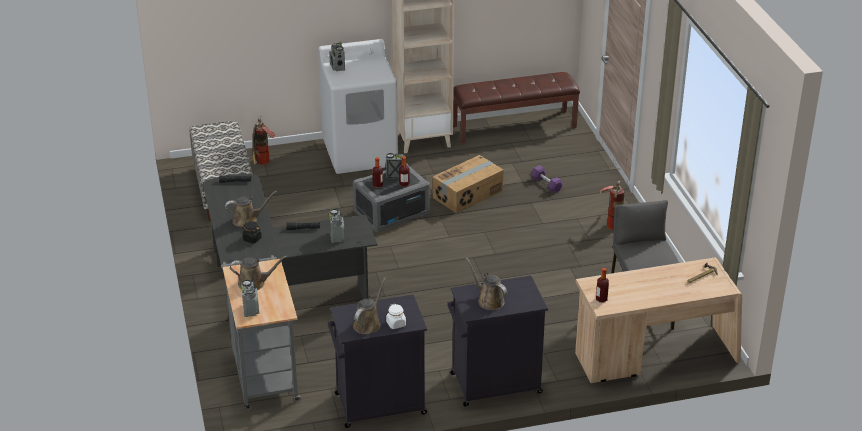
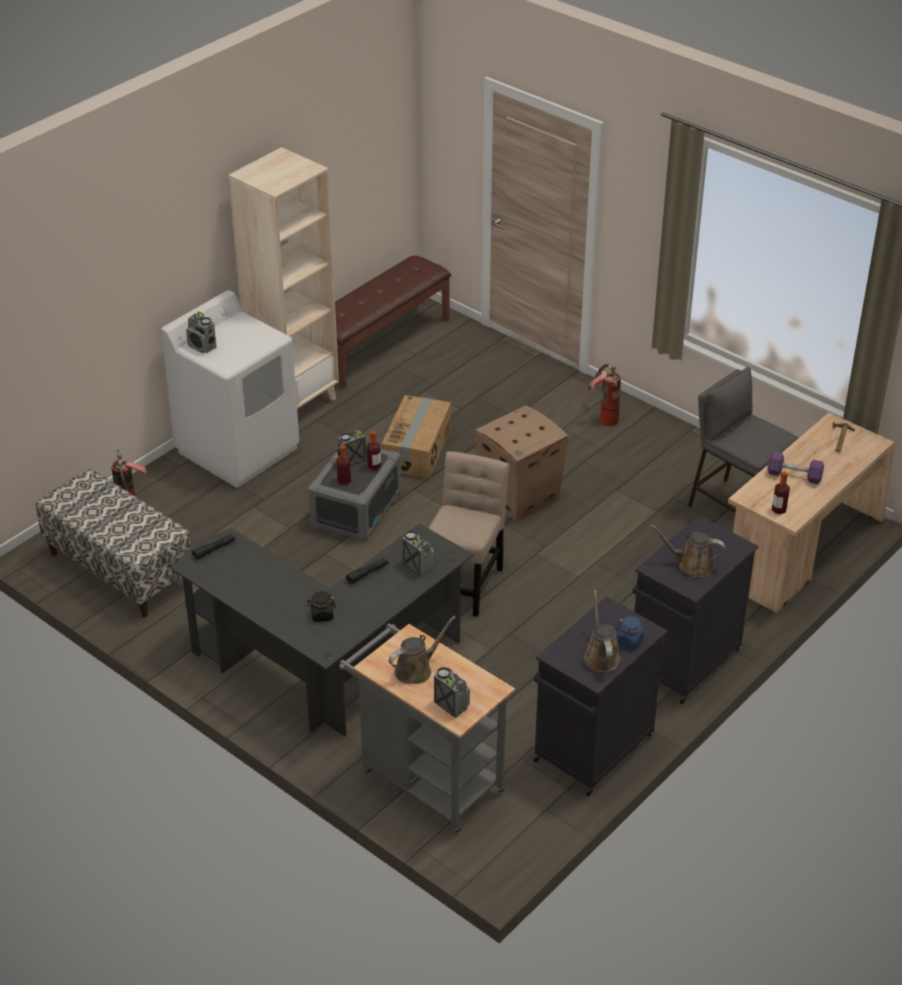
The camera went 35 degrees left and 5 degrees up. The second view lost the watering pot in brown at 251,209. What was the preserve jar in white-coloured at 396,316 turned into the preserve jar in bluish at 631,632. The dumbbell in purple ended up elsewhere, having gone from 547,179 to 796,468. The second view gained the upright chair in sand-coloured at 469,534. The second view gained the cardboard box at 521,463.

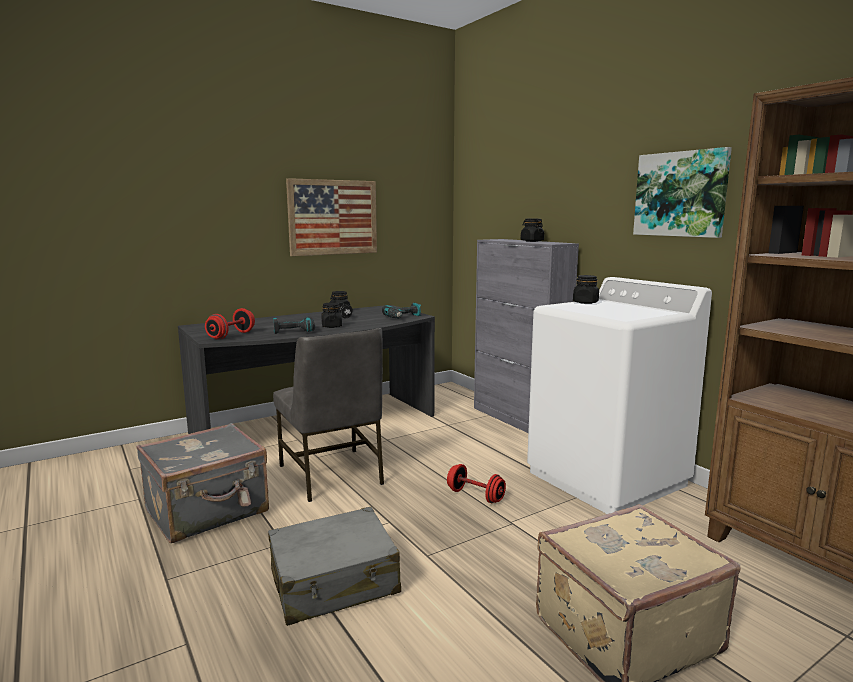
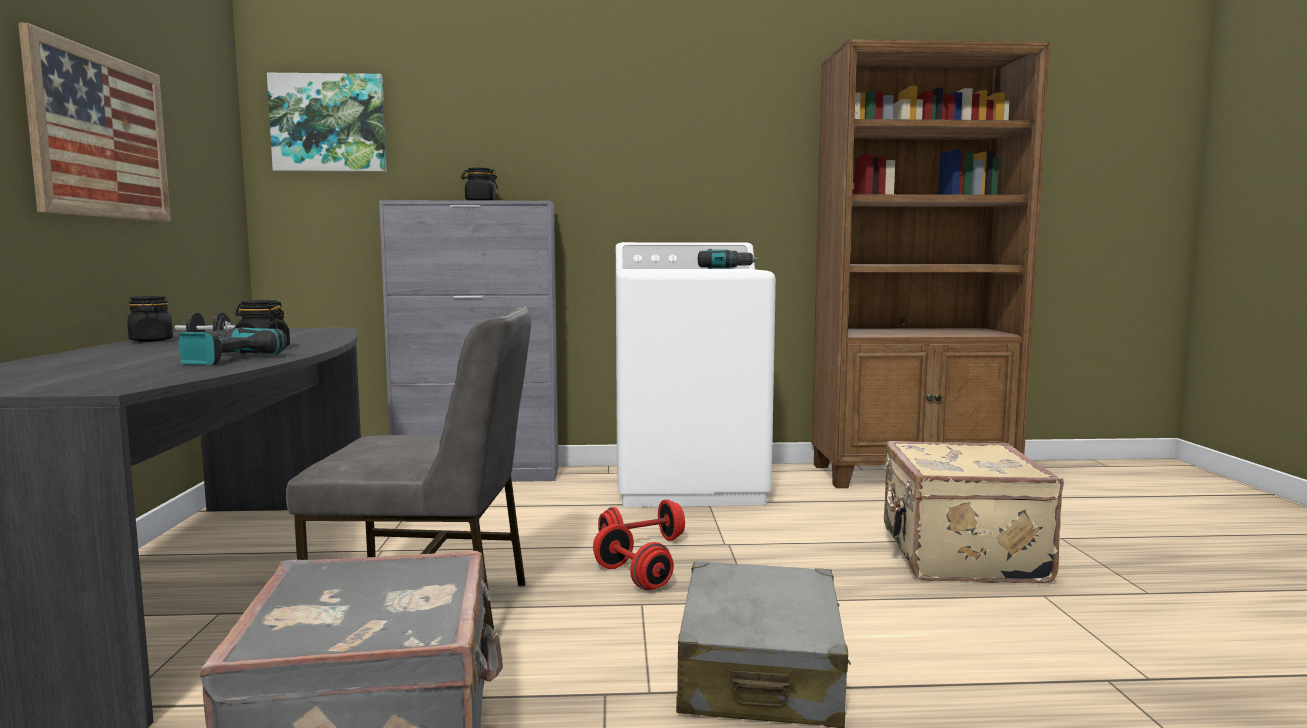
The camera went 60 degrees left and 5 degrees down. The dumbbell in red ended up elsewhere, having gone from 230,324 to 633,557. The drill ended up elsewhere, having gone from 401,310 to 728,259. The second view lost the preserve jar in blackish at 586,289. The picture ended up elsewhere, having gone from 682,192 to 327,122.

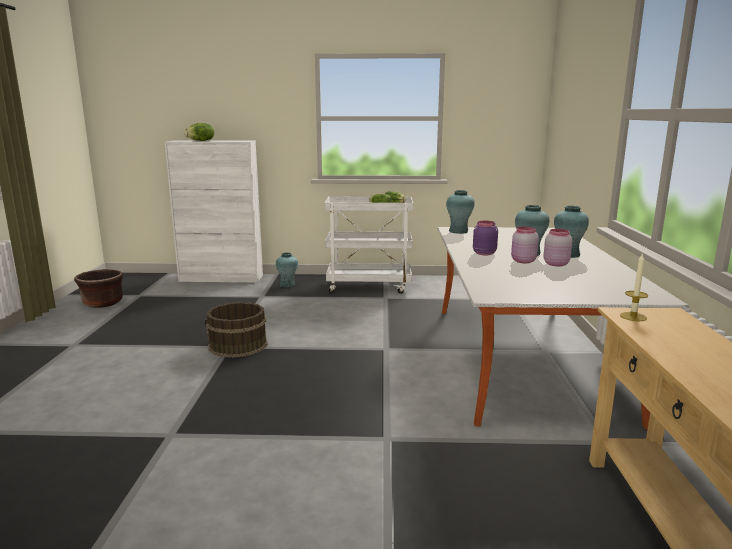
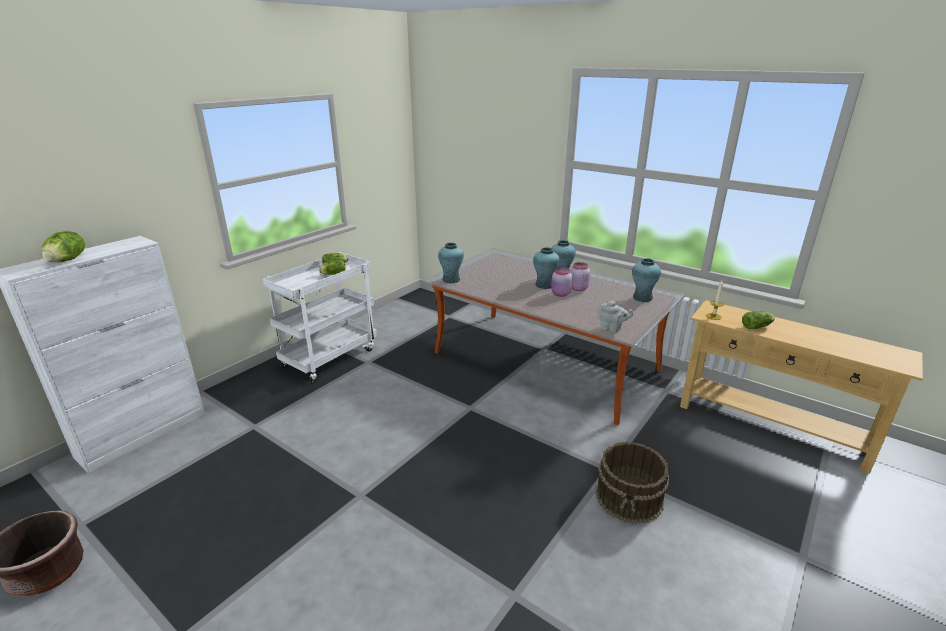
The camera went 55 degrees left and 10 degrees up. The water bucket in brown ended up elsewhere, having gone from 236,330 to 632,483. The flower vase in blue-green ended up elsewhere, having gone from 287,270 to 646,280. The second view lost the preserve jar in purple at 485,238. The second view gained the pot for tea in gray at 616,316. The second view gained the lettuce head at 758,320.

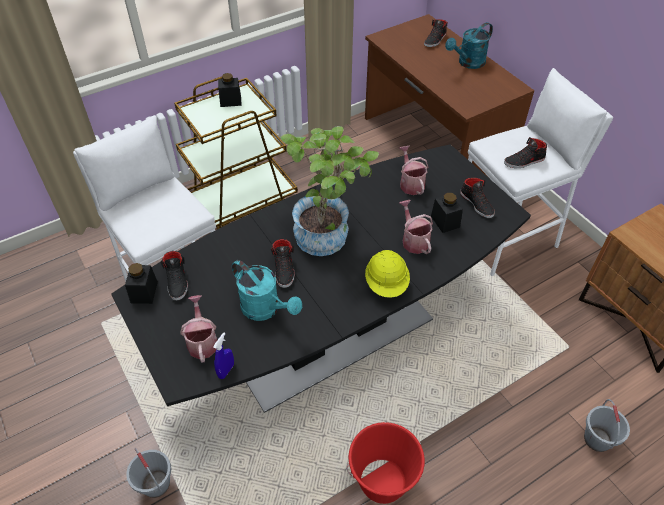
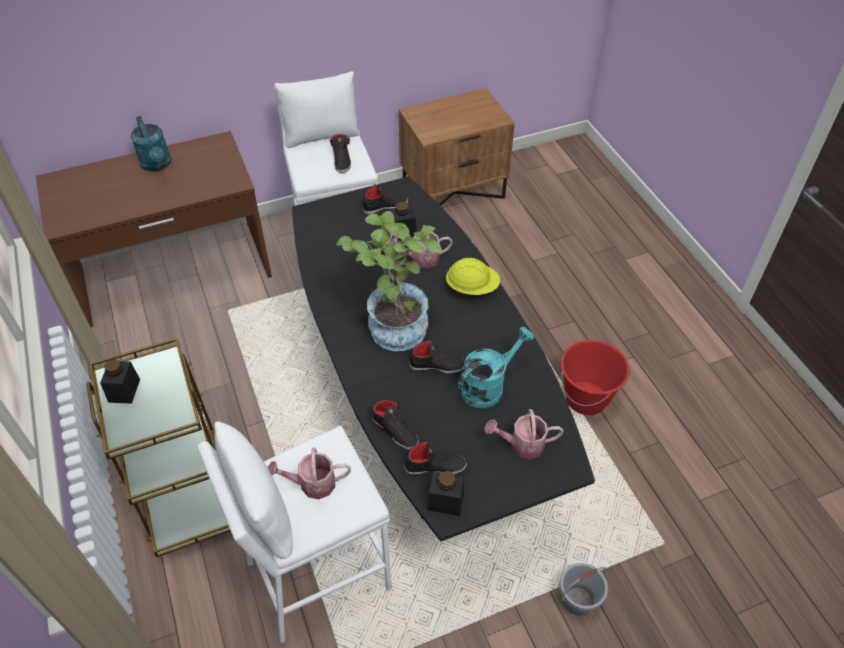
The camera went 80 degrees left and 0 degrees up. The second view lost the hand sprayer in bluish at 223,355. The watering pot ended up elsewhere, having gone from 413,170 to 309,473. The shoe in blackish ended up elsewhere, having gone from 436,33 to 395,425. The second view lost the water bucket in gray at 607,425.

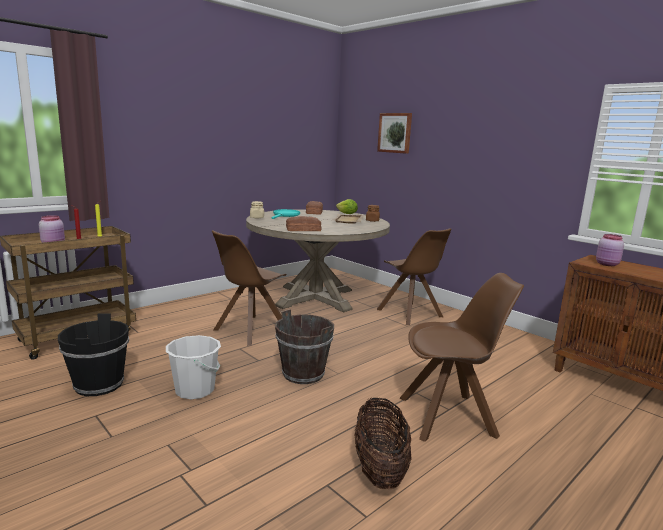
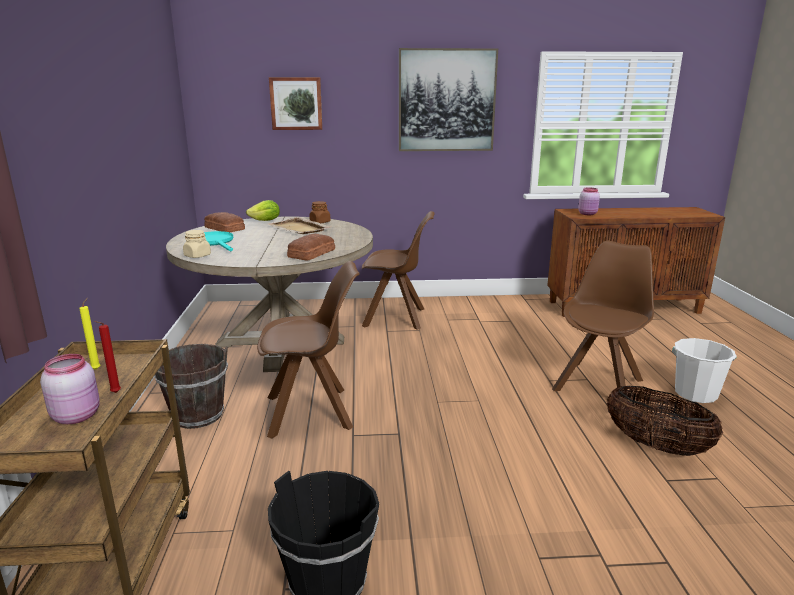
The camera went 50 degrees left and 5 degrees up. The water bucket in white-coloured ended up elsewhere, having gone from 193,367 to 704,370. The upright chair in brown at 249,288 ended up facing another way, 90 degrees counterclockwise from before. The water bucket in brown ended up elsewhere, having gone from 304,347 to 191,386. The second view gained the picture at 448,99.

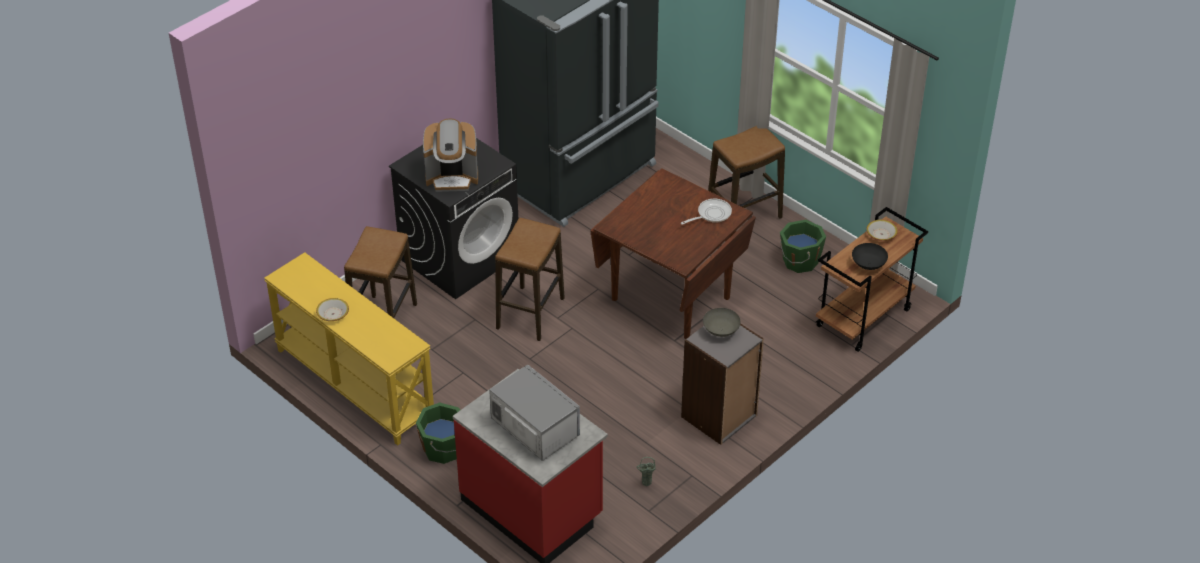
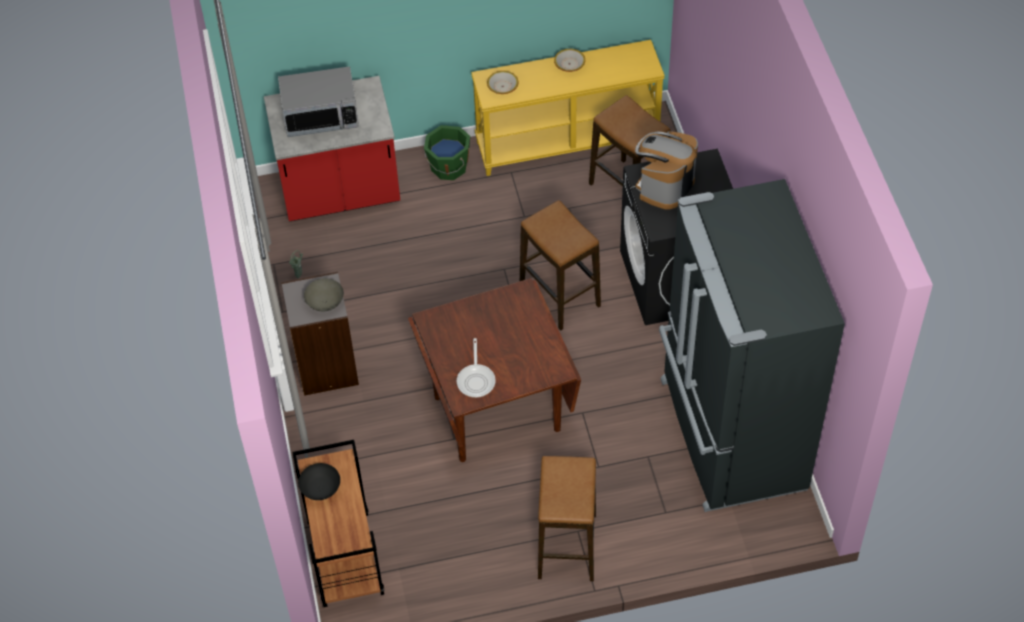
The camera went 125 degrees right and 10 degrees up. The second view lost the water bucket in greenish at 803,246. The serving bowl ended up elsewhere, having gone from 881,230 to 503,82.

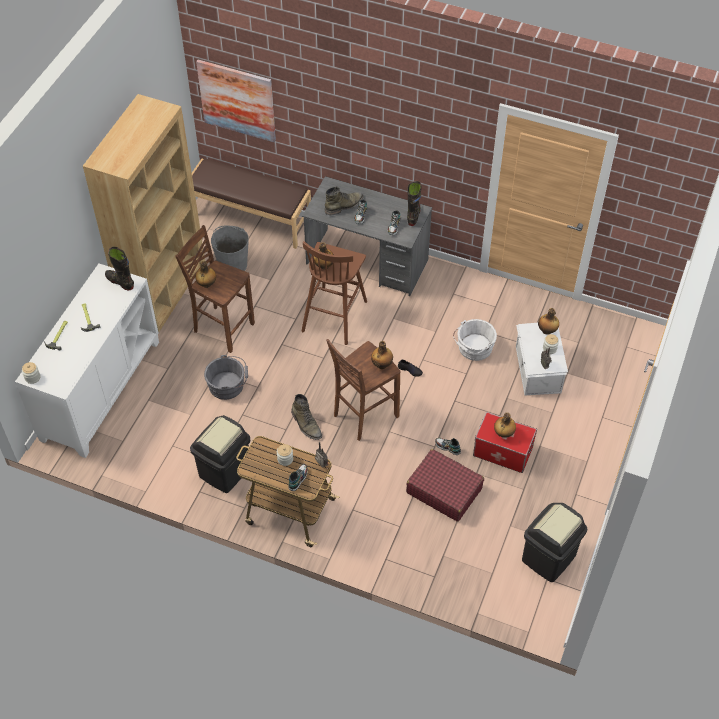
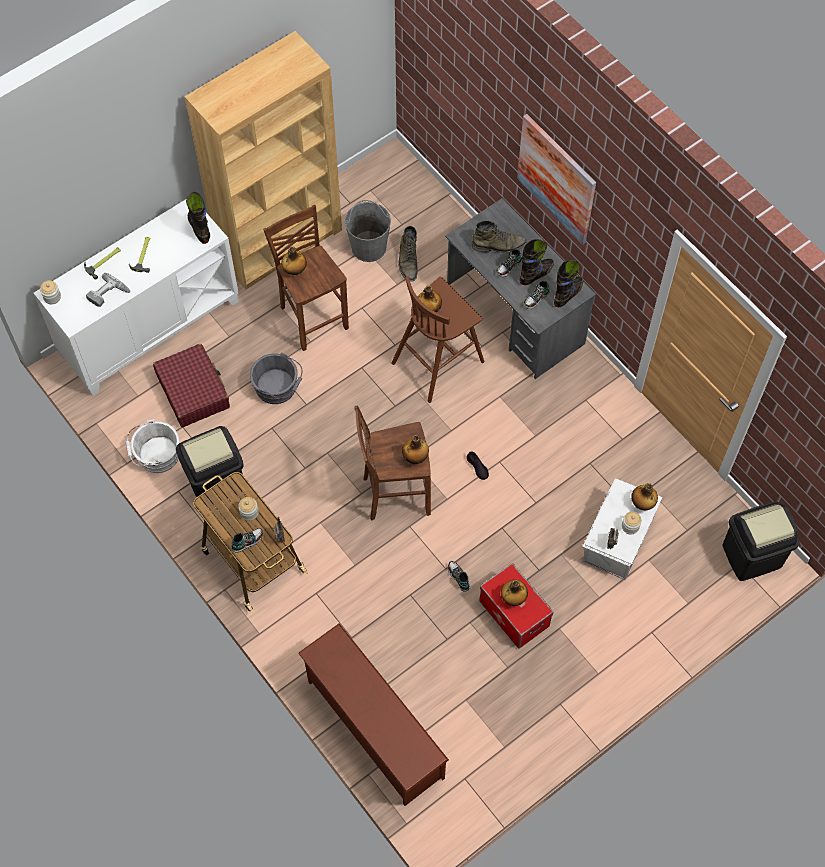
The camera went 30 degrees right and 10 degrees up. The second view lost the indoor bench in brown at 251,203. The picture ended up elsewhere, having gone from 236,100 to 556,179. The tall boot in greenish ended up elsewhere, having gone from 306,417 to 408,254. The travel case in red ended up elsewhere, having gone from 445,485 to 191,385. The water bucket in white-coloured ended up elsewhere, having gone from 475,340 to 152,446. The waste bin in blackish ended up elsewhere, having gone from 554,542 to 761,541. The second view gained the drill at 108,290. The second view gained the shoe shelf in brown at 373,714. The second view gained the tall boot in blackish at 537,262.

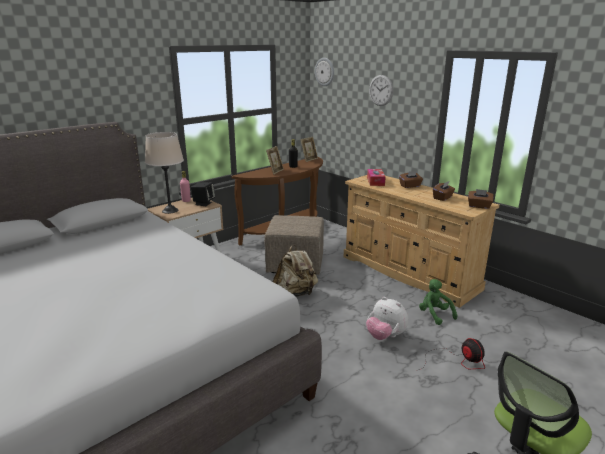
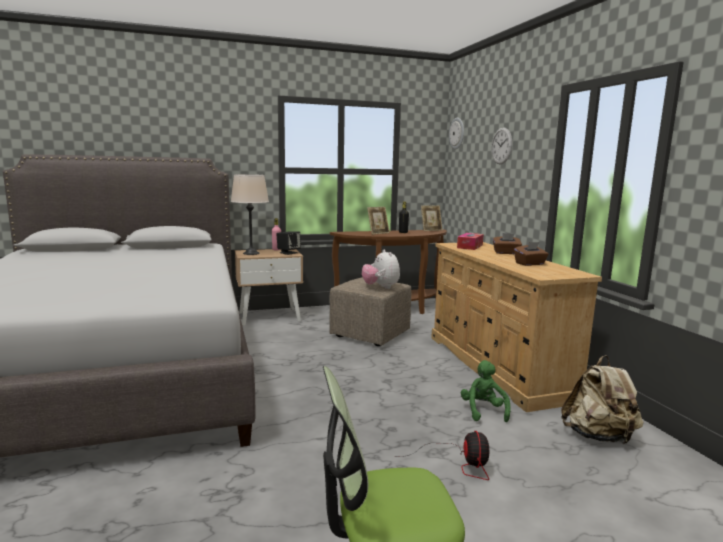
The camera went 25 degrees right and 10 degrees down. The rucksack in sand-coloured ended up elsewhere, having gone from 295,270 to 602,399. The soft toy ended up elsewhere, having gone from 387,318 to 381,269. The second view lost the tissue holder in brown at 481,199.

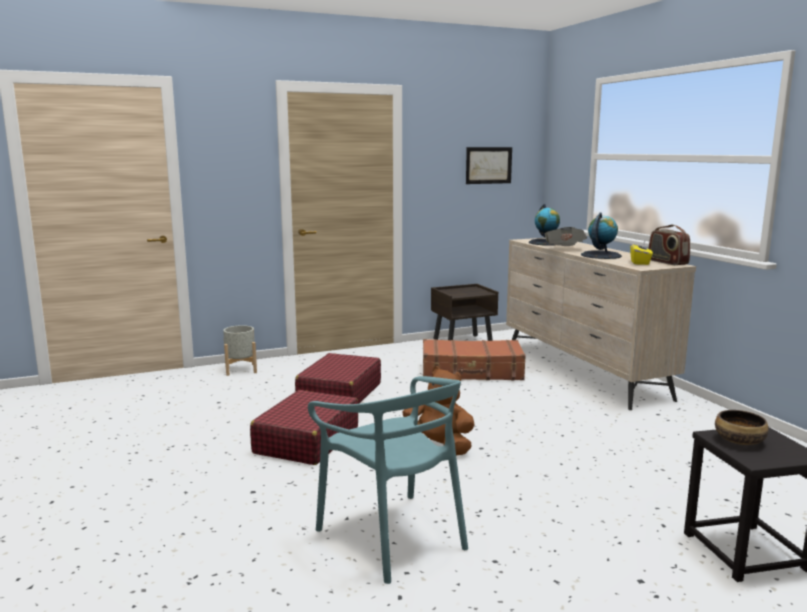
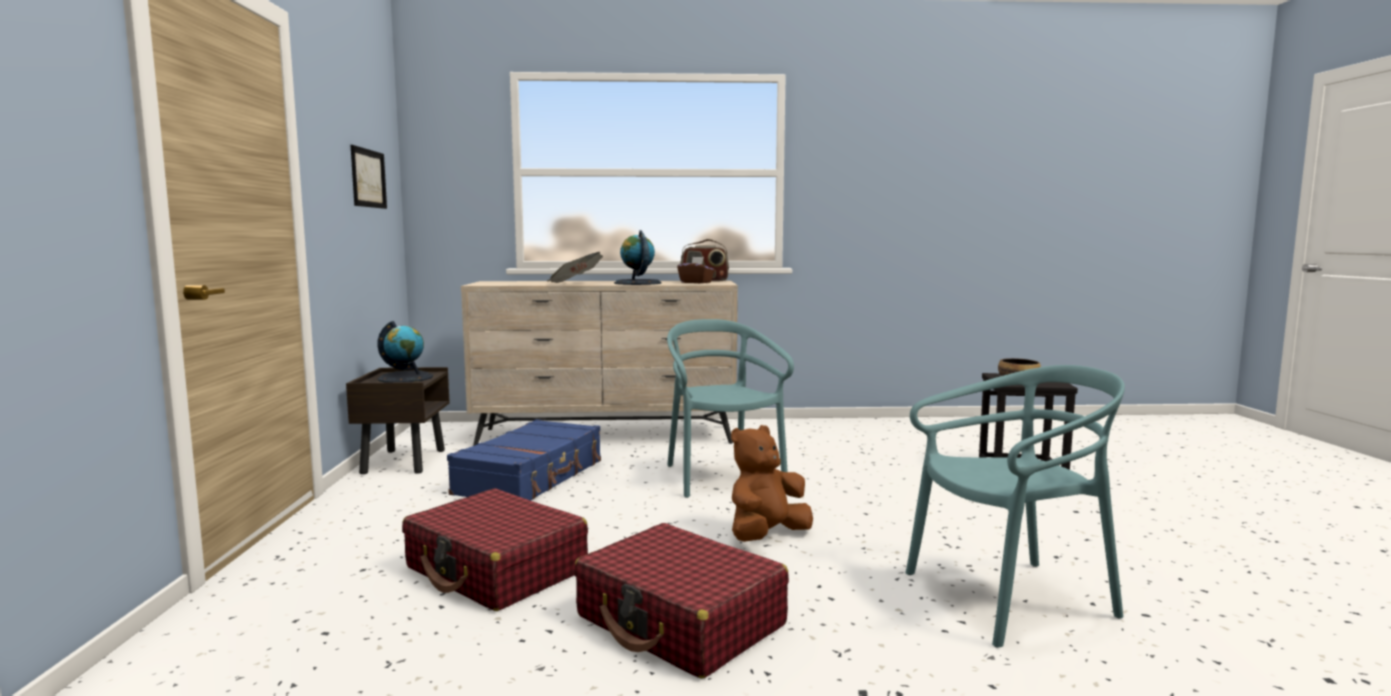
The camera went 70 degrees left and 5 degrees down. The second view lost the flower pot in gray at 240,350. What was the travel case in brown at 474,359 turned into the travel case in bluish at 524,459. The desk globe ended up elsewhere, having gone from 544,225 to 405,351. What was the tissue holder in yellowish at 641,253 turned into the tissue holder in brown at 696,270. The second view gained the upright chair in blue-green at 730,408.

